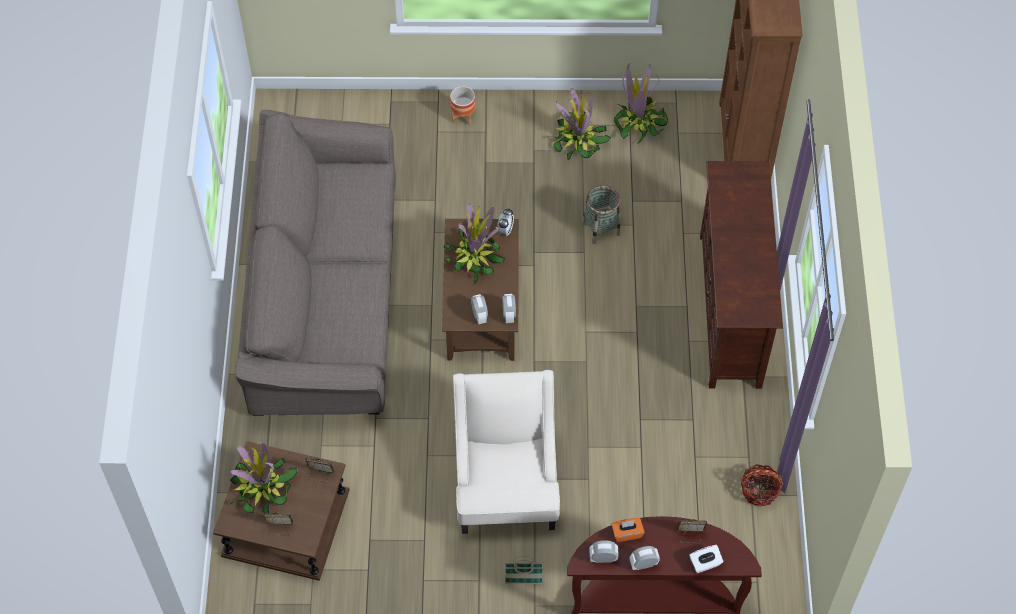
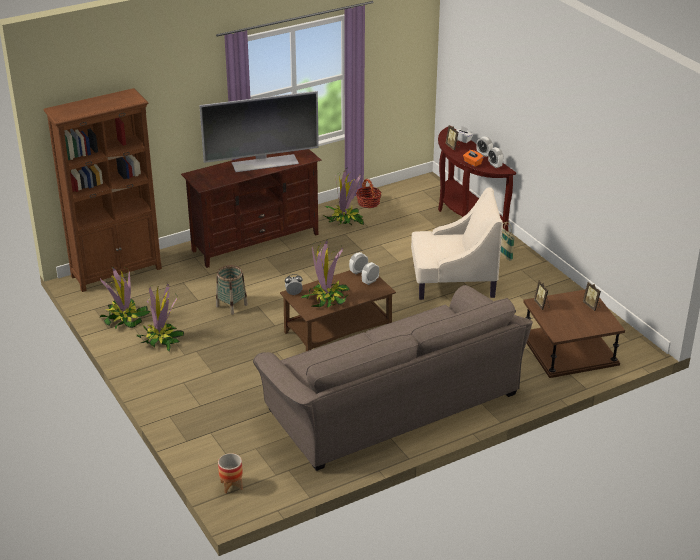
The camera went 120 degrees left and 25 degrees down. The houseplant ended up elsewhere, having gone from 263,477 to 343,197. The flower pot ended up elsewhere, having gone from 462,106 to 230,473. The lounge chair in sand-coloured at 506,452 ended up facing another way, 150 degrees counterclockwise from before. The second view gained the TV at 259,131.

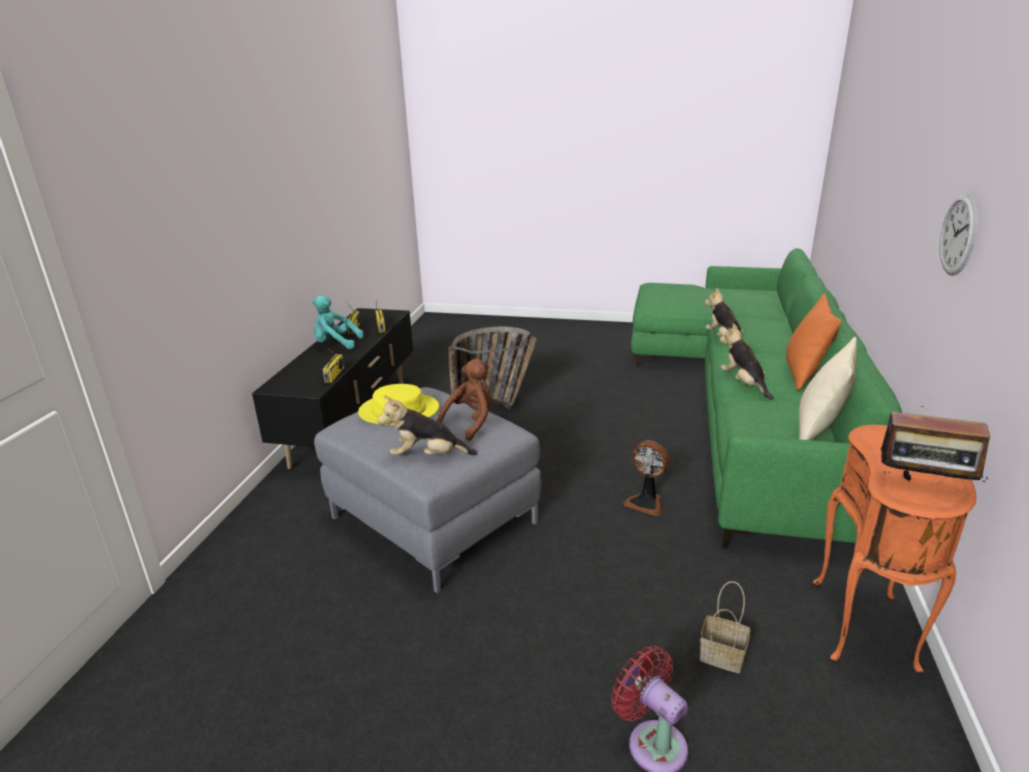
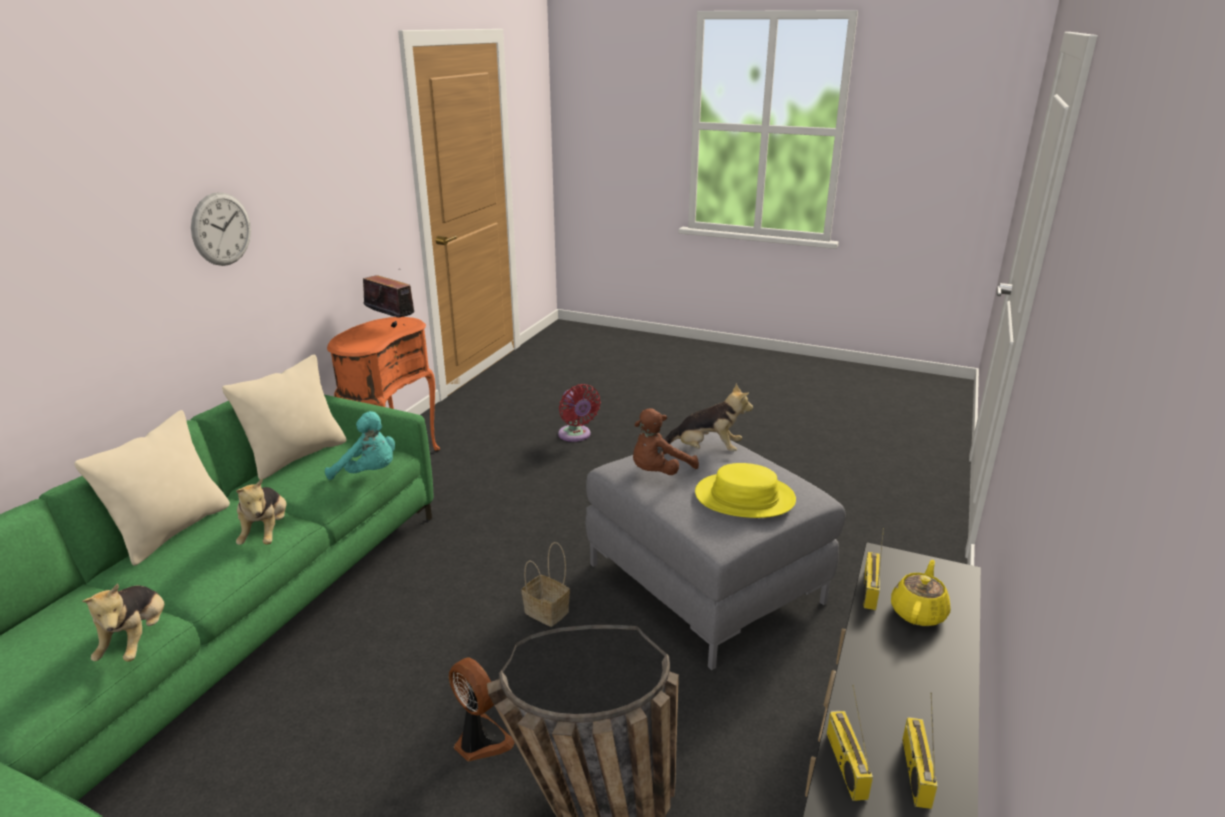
The camera went 170 degrees left and 0 degrees up. The soft toy in blue-green ended up elsewhere, having gone from 338,322 to 360,445. The fan ended up elsewhere, having gone from 646,478 to 482,709. The basket ended up elsewhere, having gone from 725,627 to 545,584. What was the cushion in orange at 814,342 turned into the cushion in sand-coloured at 152,488. The second view gained the pot for tea in yellowish at 920,593.

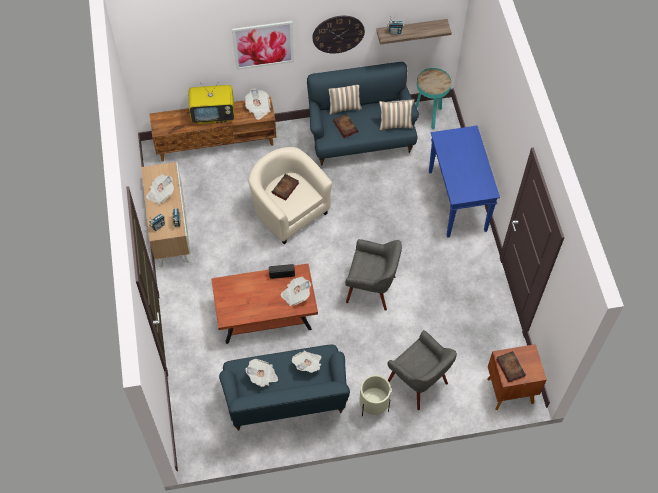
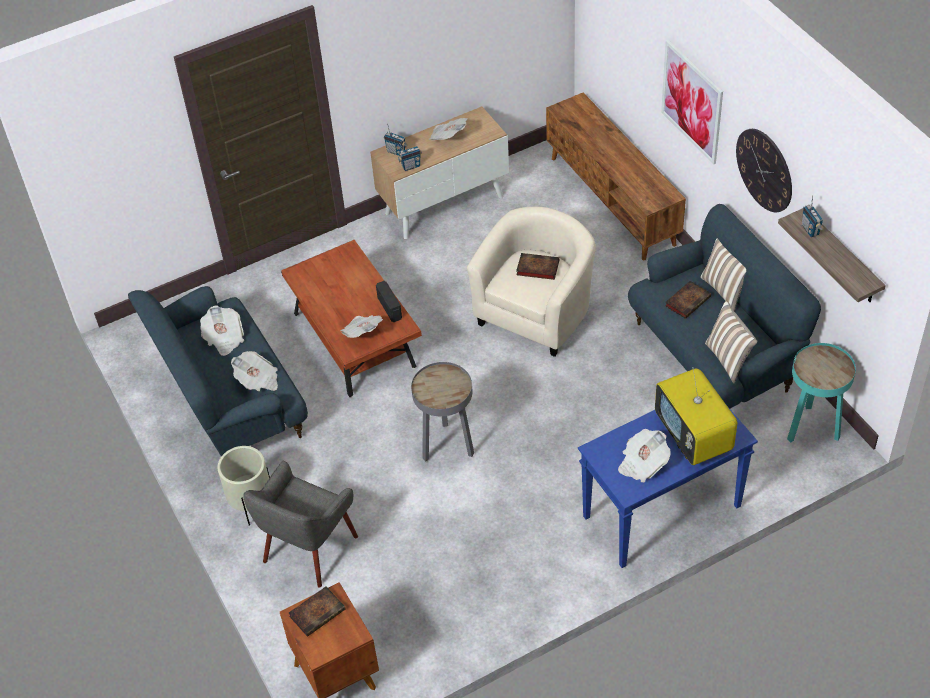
The camera went 75 degrees right and 10 degrees down. The TV ended up elsewhere, having gone from 211,103 to 696,416. The daily paper ended up elsewhere, having gone from 258,104 to 644,456. Where the lounge chair in gray stood at 373,275, the side table in gray came to stand at 442,412.

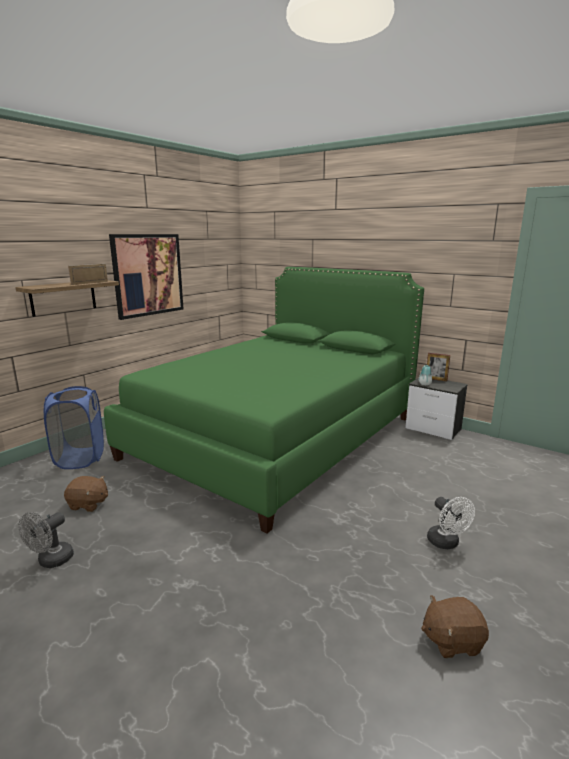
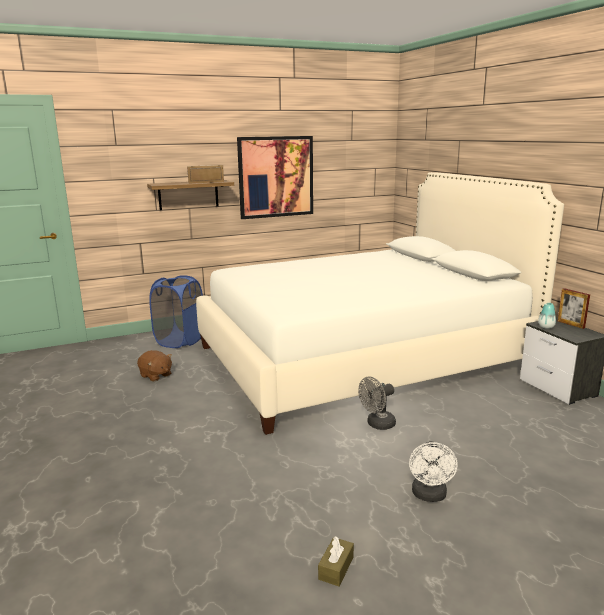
The camera went 30 degrees right and 0 degrees up. The fan in gray ended up elsewhere, having gone from 46,540 to 377,403. What was the bed in greenish at 264,400 turned into the bed in white-coloured at 380,303. Where the soft toy in brown stood at 455,626, the tissue holder in brown came to stand at 336,561.

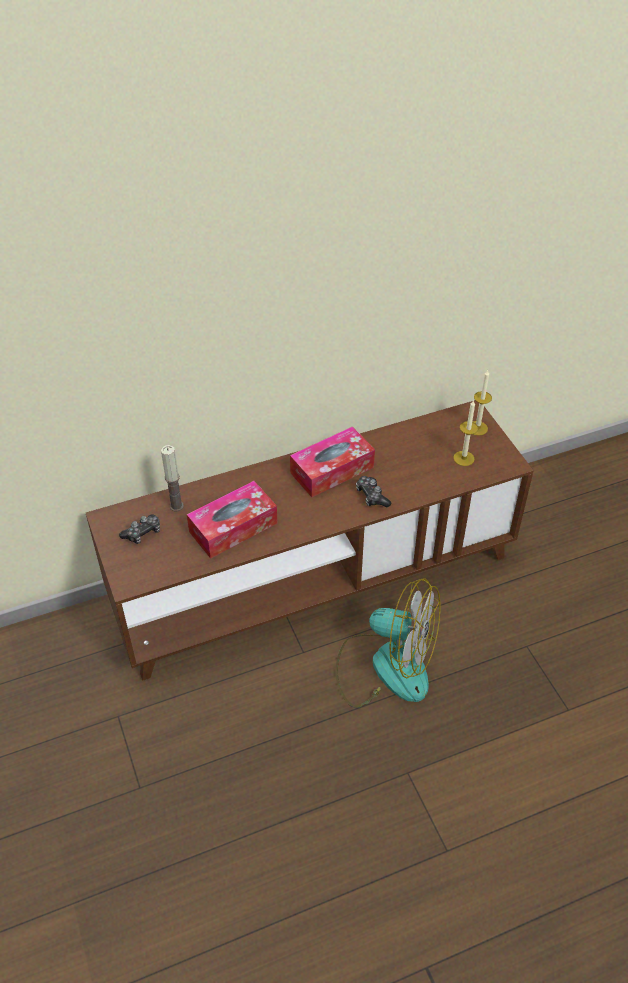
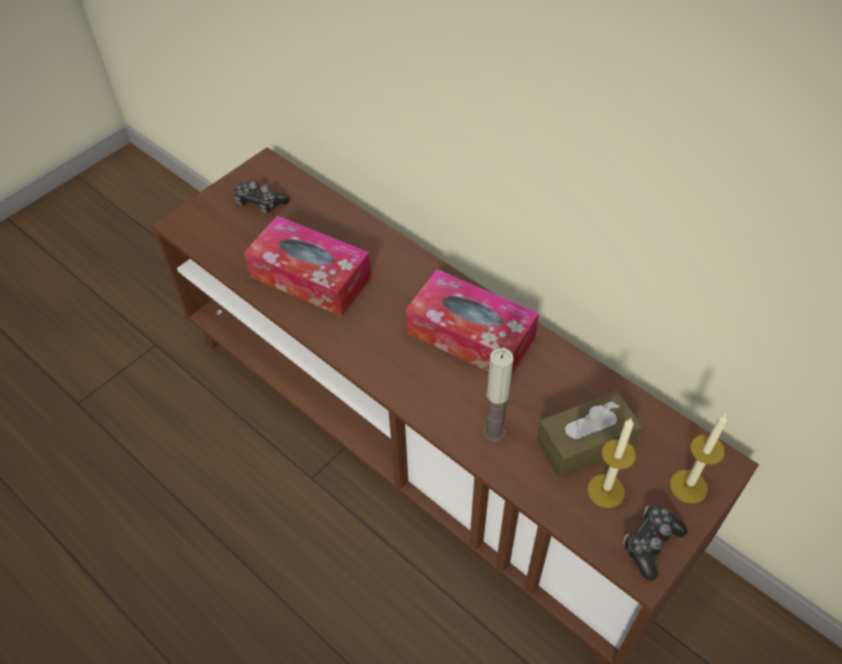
The camera went 65 degrees right and 5 degrees up. The wax light ended up elsewhere, having gone from 172,478 to 498,395. The second view lost the fan at 387,643. The joypad ended up elsewhere, having gone from 373,491 to 655,542. The second view gained the tissue holder in brown at 589,434.

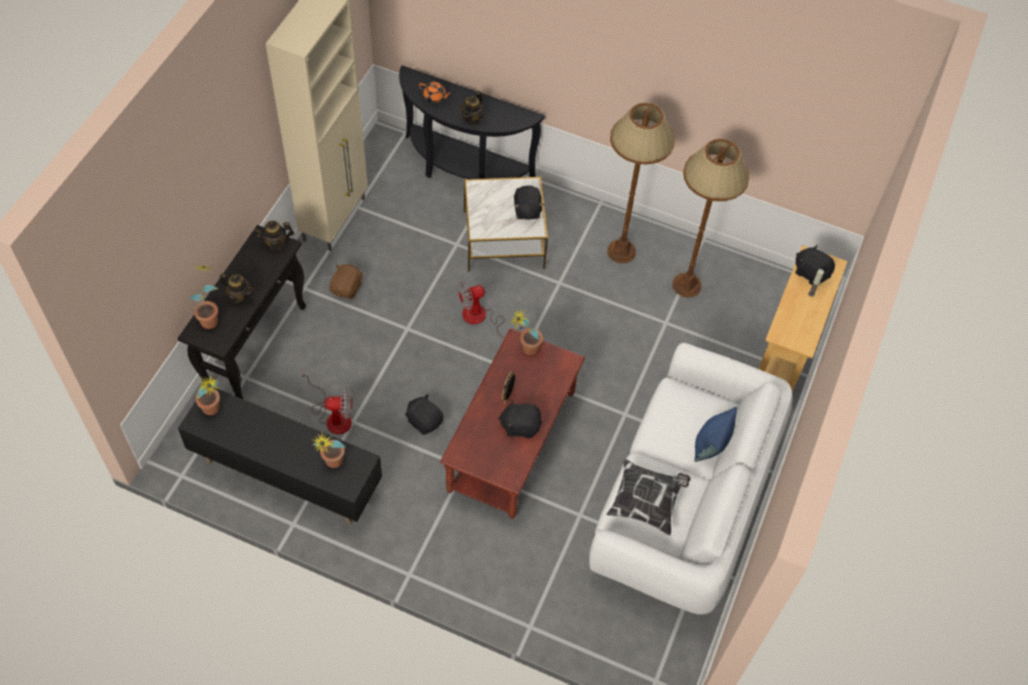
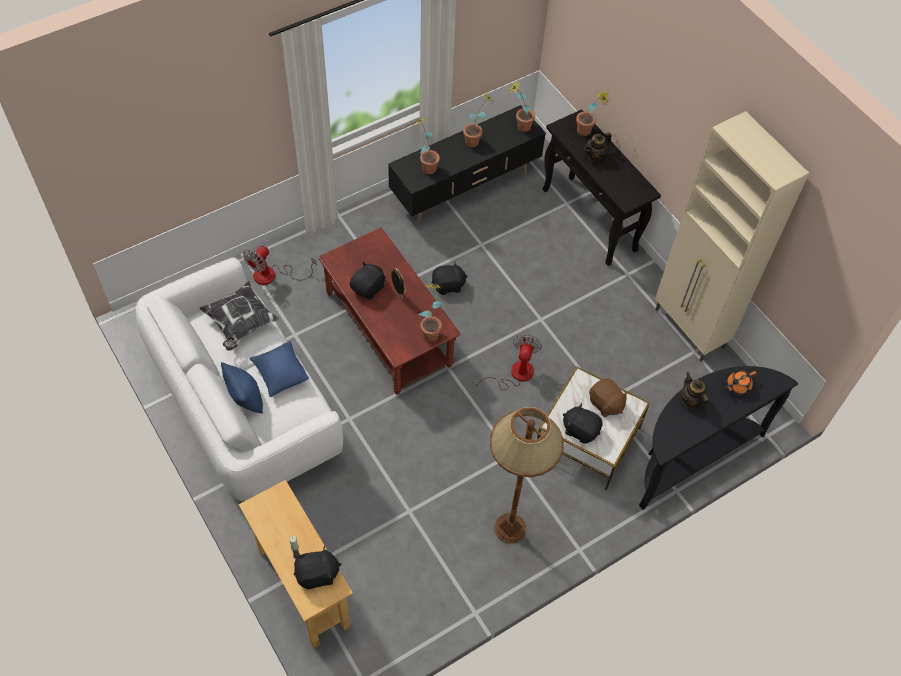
The camera went 125 degrees right and 0 degrees up. The second view lost the pot for tea at 274,235. The fan ended up elsewhere, having gone from 327,402 to 280,265. The soft toy in brown ended up elsewhere, having gone from 346,281 to 609,397. The second view lost the standing lamp in brown at 711,218. The second view gained the cushion in bluish at 279,369. The second view gained the houseplant at 478,119.

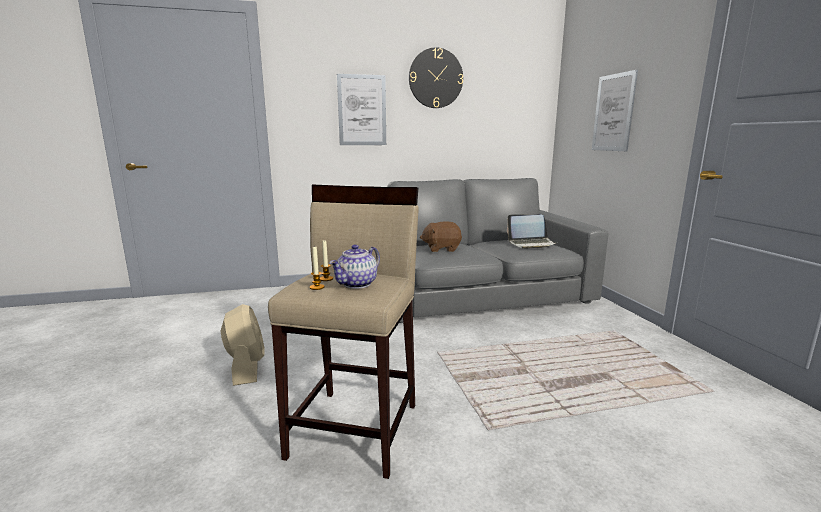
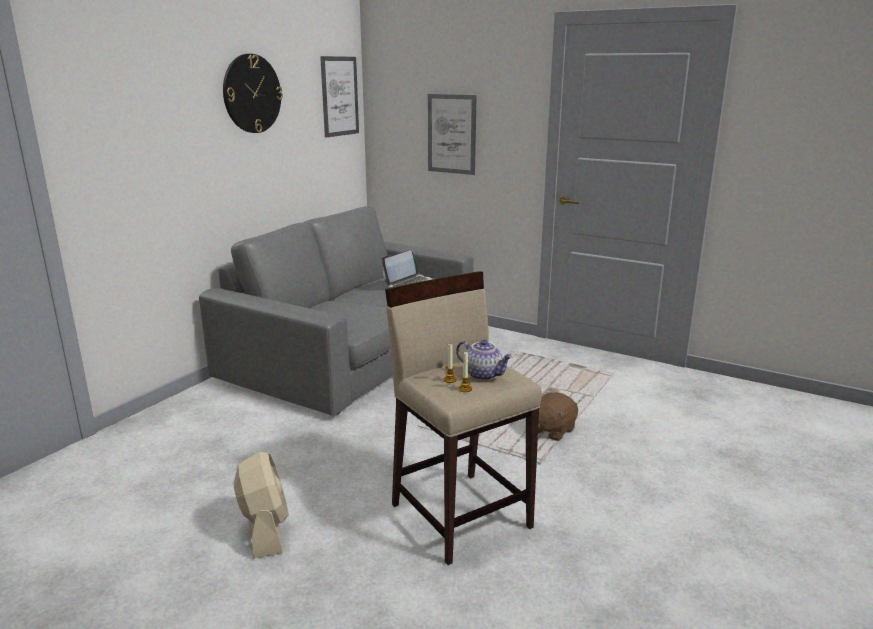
The camera went 45 degrees left and 5 degrees up. The fan in sand-coloured at 243,345 ended up facing another way, 45 degrees clockwise from before. The pot for tea at 354,266 ended up facing another way, 45 degrees counterclockwise from before. The picture ended up elsewhere, having gone from 361,109 to 339,97. The soft toy in brown ended up elsewhere, having gone from 441,237 to 558,416.

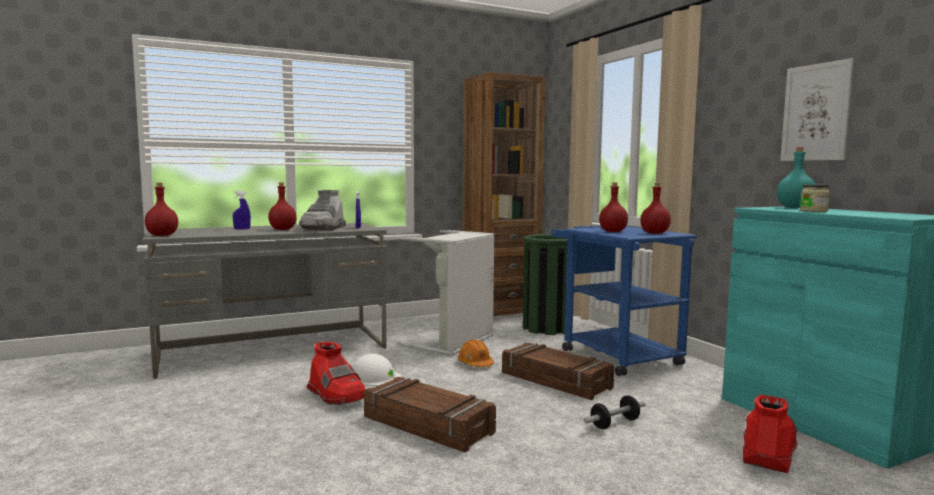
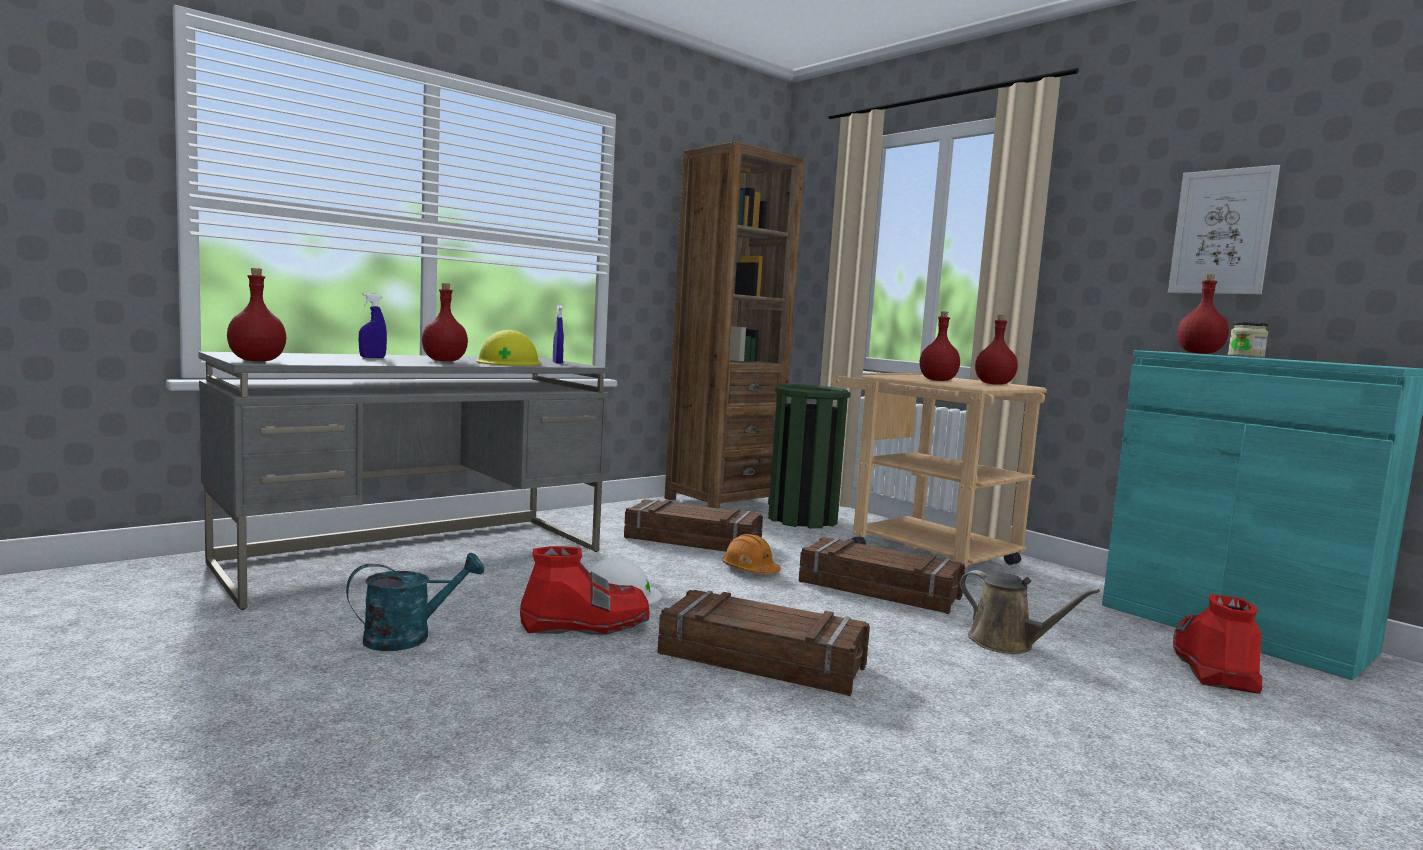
The camera went 15 degrees left and 0 degrees up. Where the tall boot in gray stood at 322,210, the safety helmet in yellowish came to stand at 508,348. The tall boot in red at 336,373 ended up facing another way, 45 degrees counterclockwise from before. Where the washing basket in gray stood at 445,293, the packing crate came to stand at 693,525. What was the trolley in bluish at 624,301 turned into the trolley in sand-coloured at 939,473. Where the dumbbell stood at 614,412, the watering pot in brown came to stand at 1029,612. What was the beverage bottle in blue-green at 796,177 turned into the beverage bottle in red at 1203,314. The second view gained the watering pot in blue-green at 415,601.

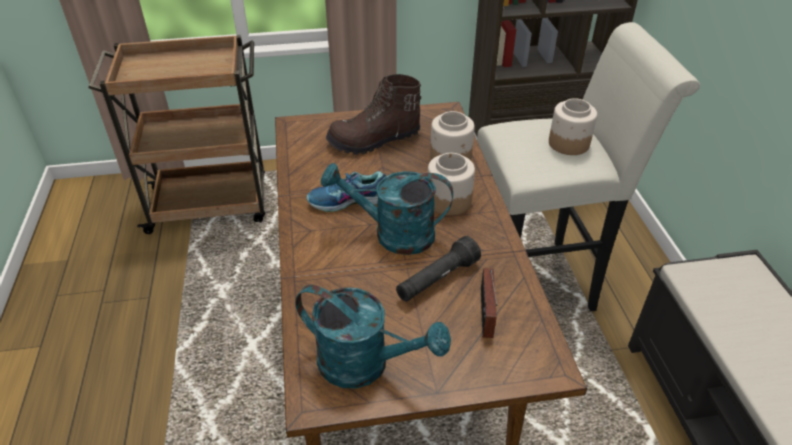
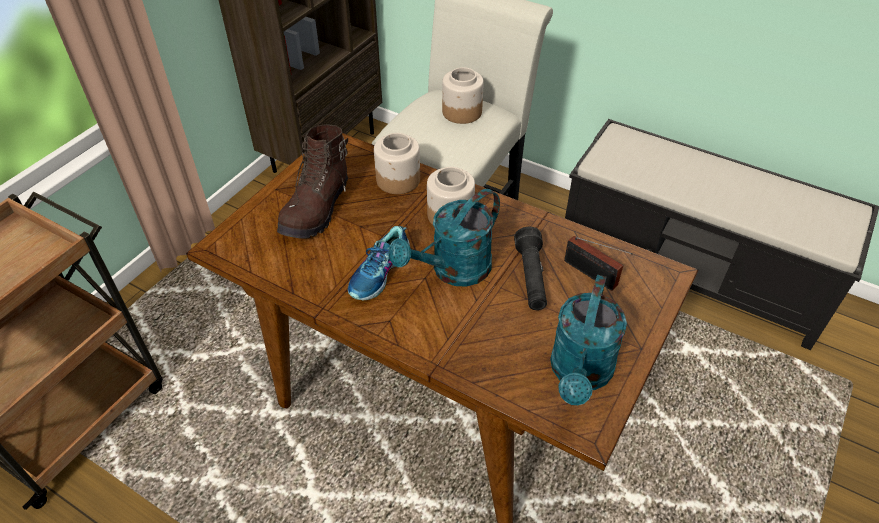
The camera went 50 degrees left and 5 degrees up. The watering pot in blue-green at 373,337 ended up facing another way, 135 degrees clockwise from before.

